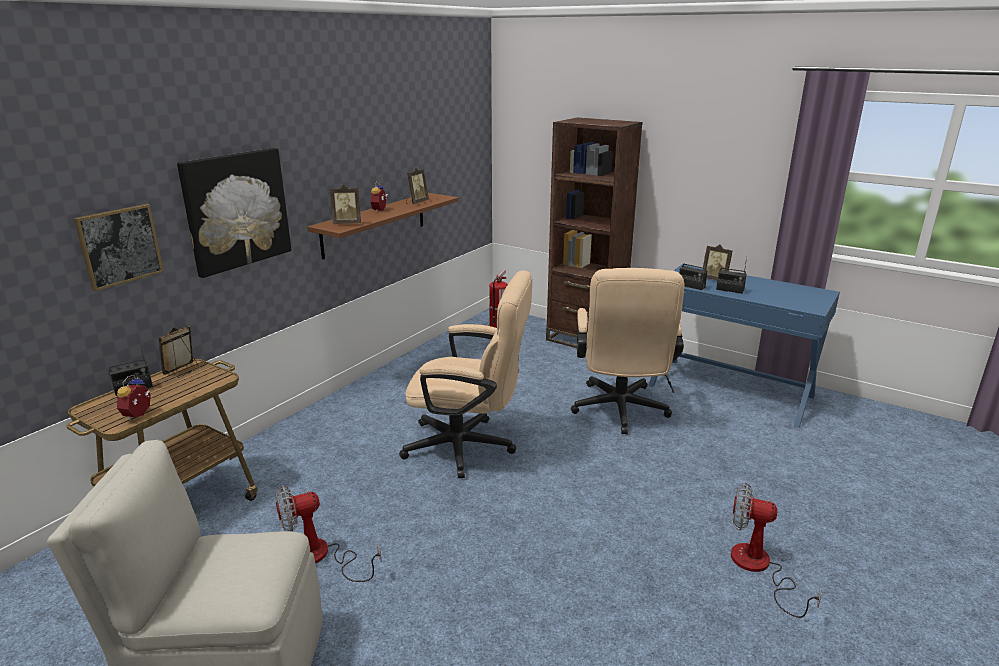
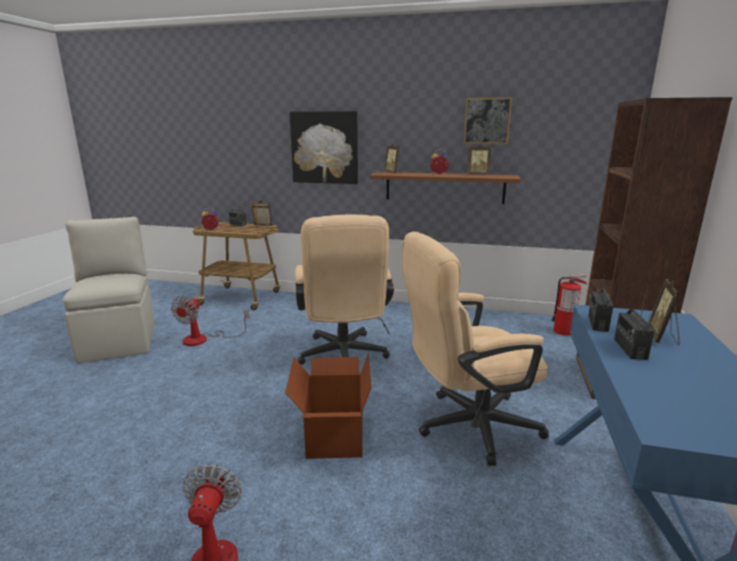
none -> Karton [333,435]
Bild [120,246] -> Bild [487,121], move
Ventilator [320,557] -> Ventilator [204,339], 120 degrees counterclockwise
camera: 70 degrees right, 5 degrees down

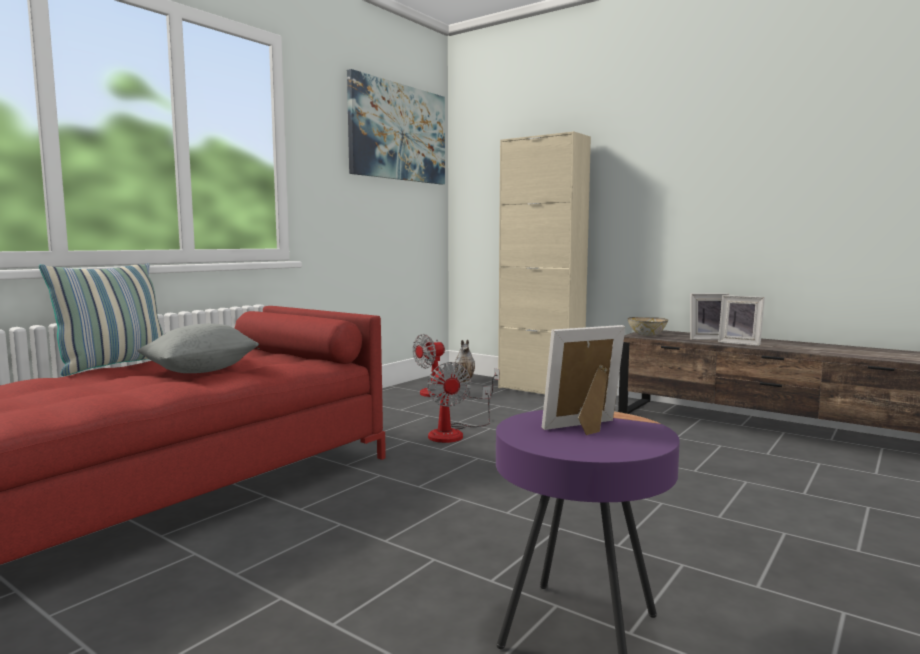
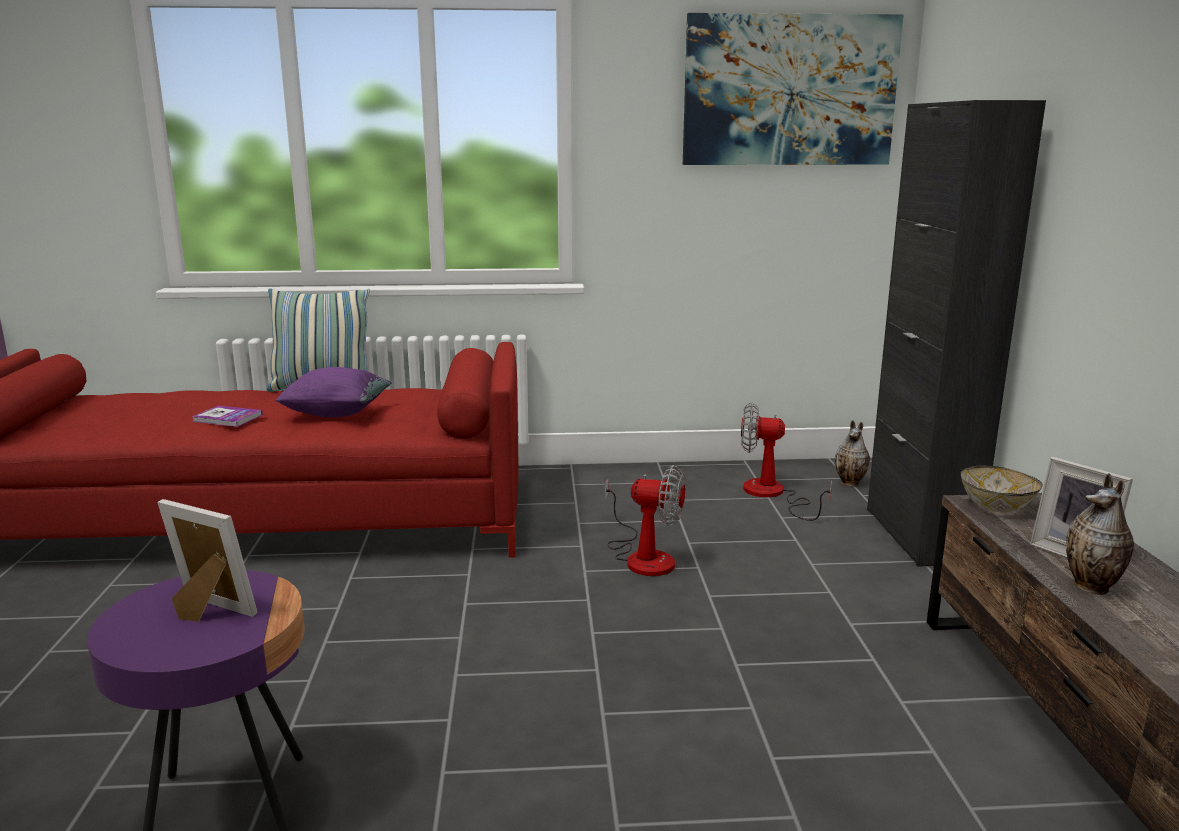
none -> Buch [228,418]
Bilderrahmen [740,343] -> Vase [1093,588]
Kissen (grau) [201,371] -> Kissen (lila) [336,413]
Schrank (beige) [540,390] -> Schrank (schwarz) [918,535]
Ventilator [453,433] -> Ventilator [643,556], 105 degrees counterclockwise
camera: 50 degrees right, 10 degrees up

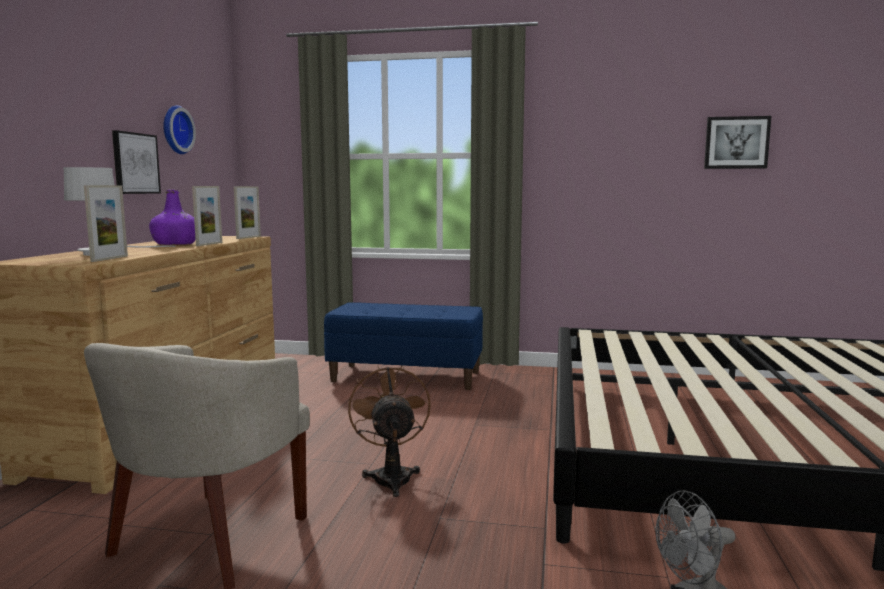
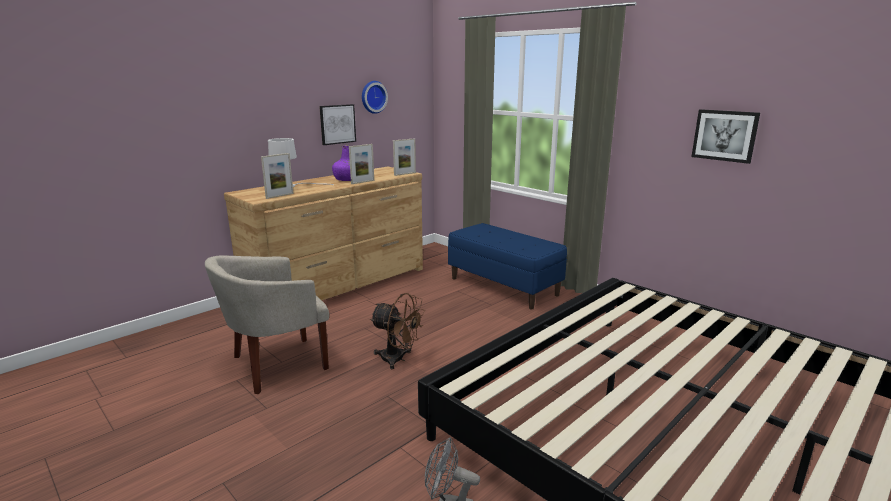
Bild [736,142] -> Bild [725,135], move
Ventilator (braun) [391,476] -> Ventilator (braun) [398,359], 90 degrees clockwise
camera: 35 degrees right, 10 degrees up

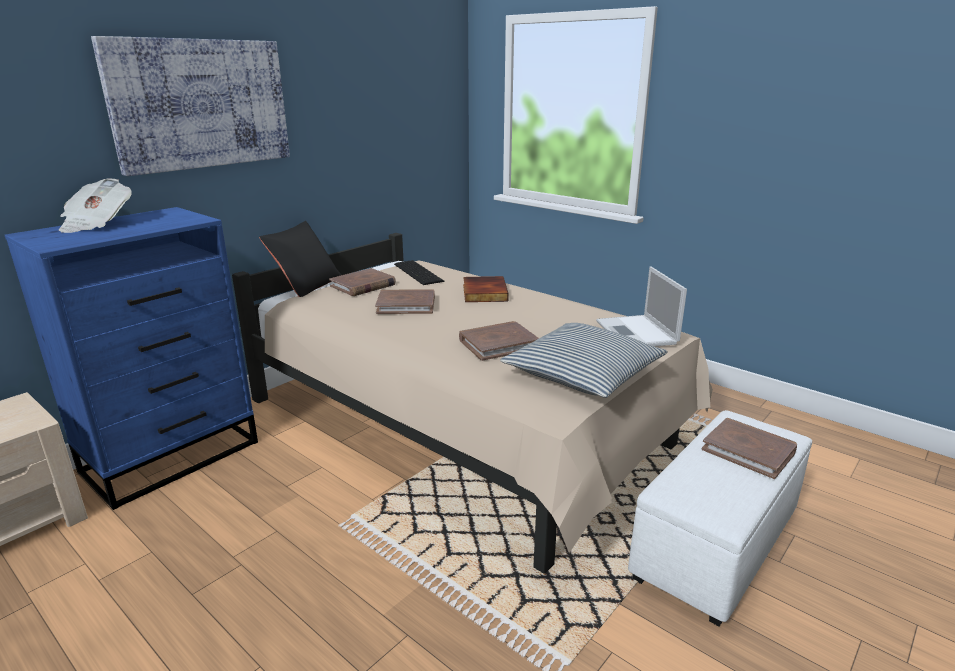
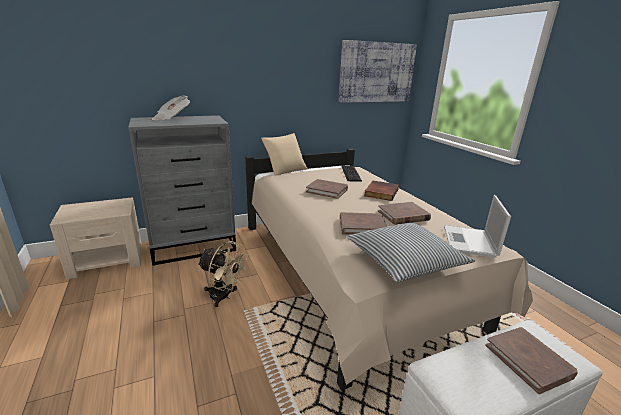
none -> Ventilator (beige) [224,297]
Bild [200,104] -> Bild [376,72], move
Buch (braun) [363,285] -> Buch (braun) [403,215], move
Kommode (blau) [173,456] -> Kommode (grau) [194,246]
Kissen (schwarz) [306,285] -> Kissen (beige) [285,170]
camera: 25 degrees right, 0 degrees up

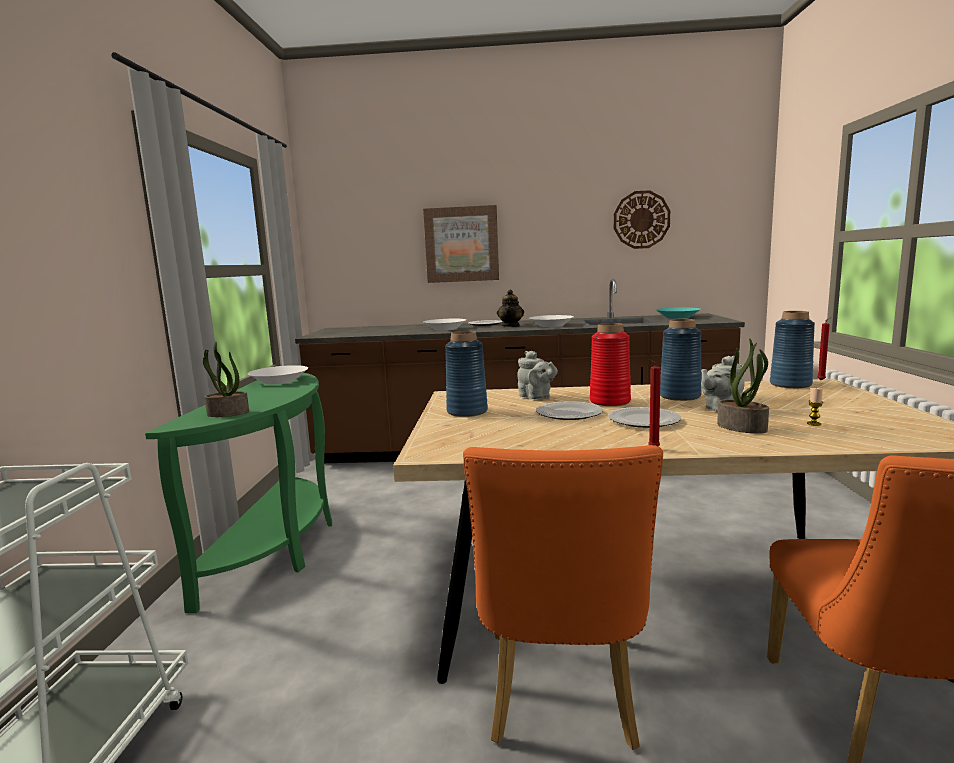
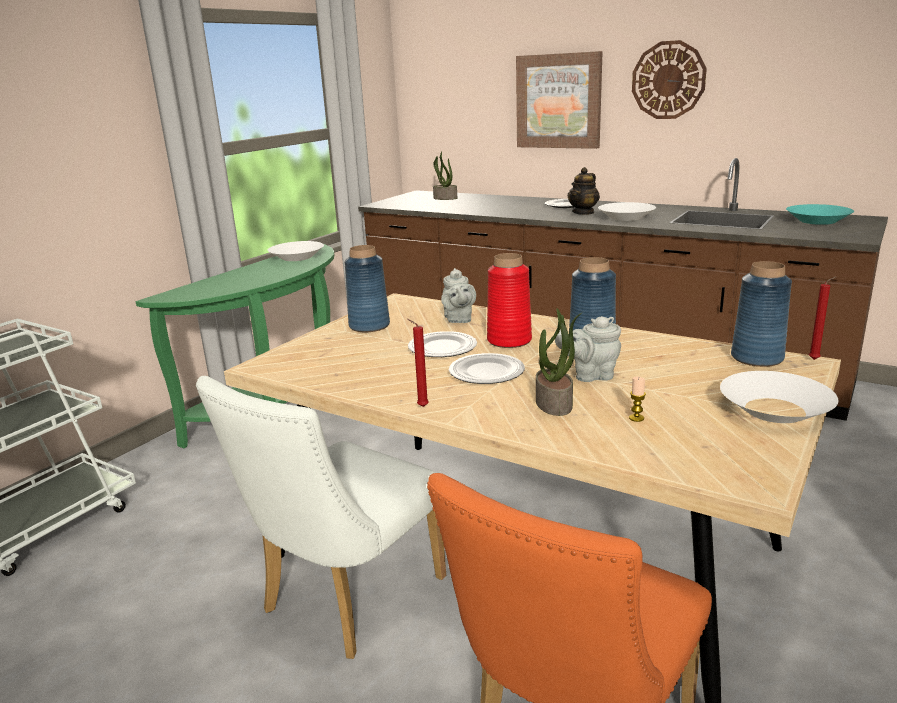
Topfpflanze [227,413] -> Topfpflanze [445,198], move
Schüssel (weiß) [444,329] -> Schüssel (weiß) [774,410], move
Wanduhr [641,220] -> Wanduhr [668,80], move
Stuhl (orange) [560,697] -> Stuhl (weiß) [345,601]
camera: 30 degrees right, 10 degrees up

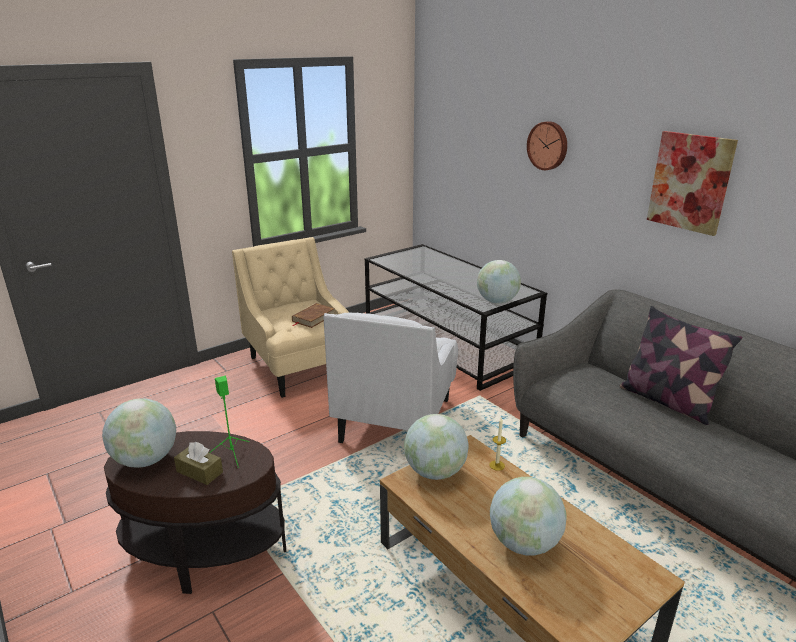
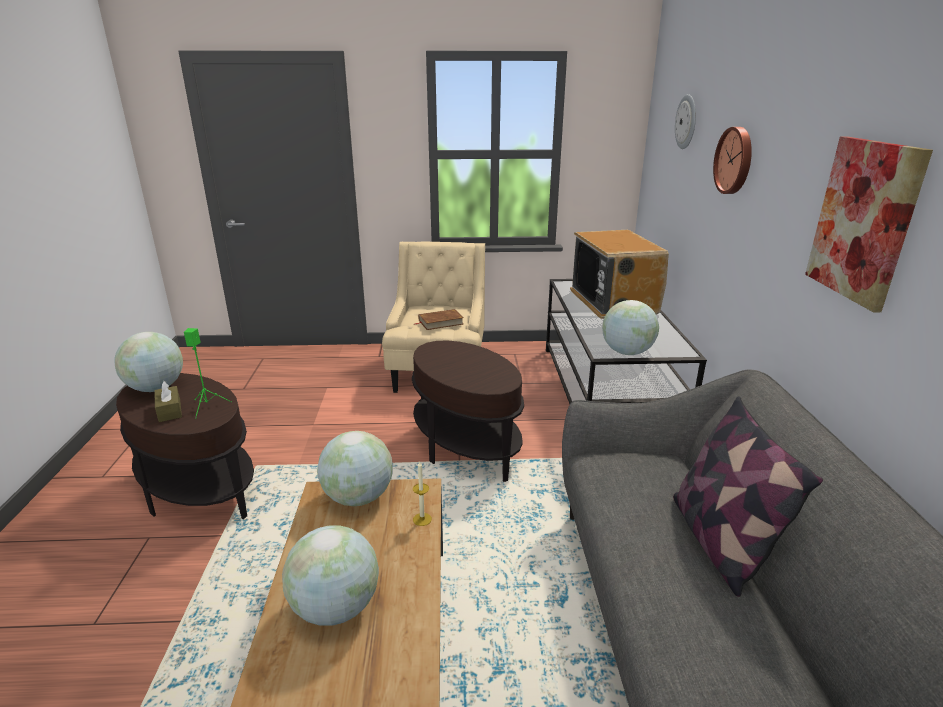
none -> Fernseher [613,301]
none -> Wanduhr [686,122]
Sessel (weiß) [396,419] -> Beistelltisch (braun) [465,448]
camera: 35 degrees right, 0 degrees up

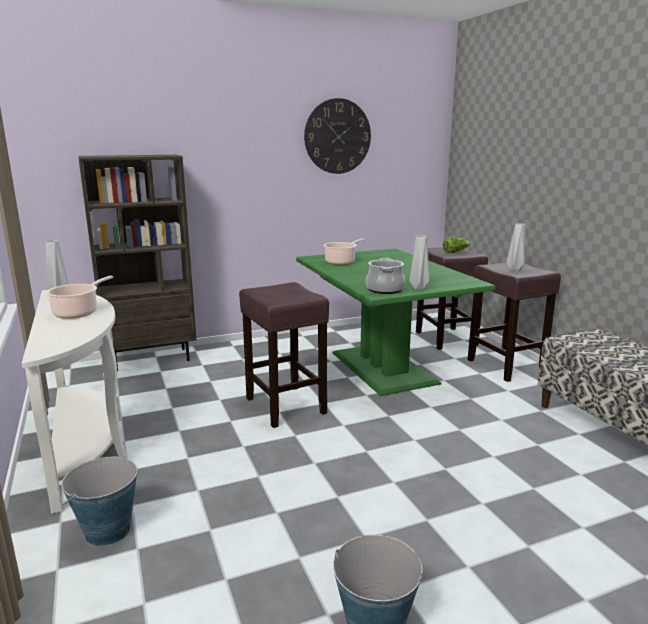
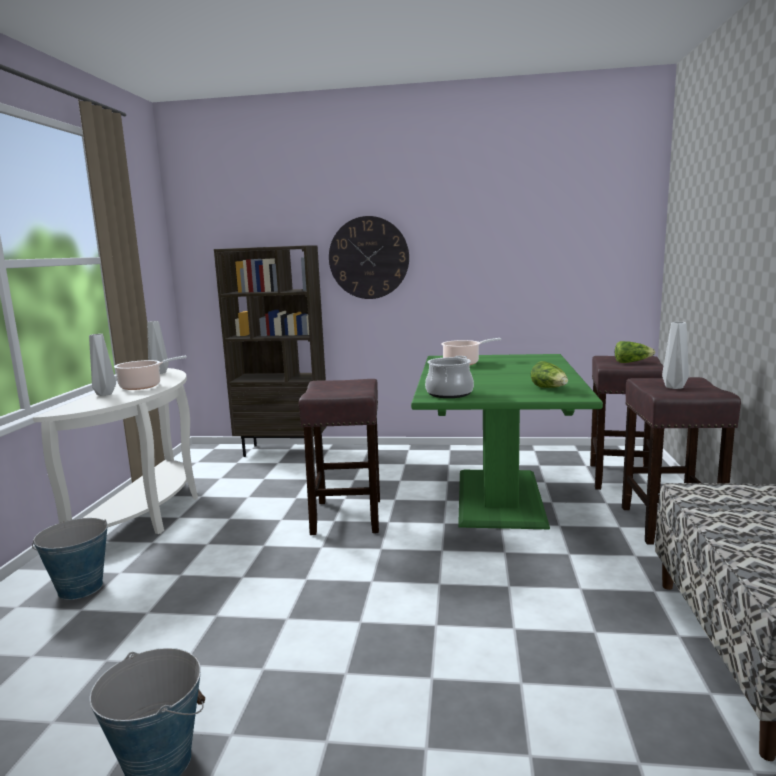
none -> Salatkopf [550,388]
Wanduhr [337,136] -> Wanduhr [368,258], move
Vase (grau) [417,288] -> Vase (grau) [104,394], move
camera: 30 degrees right, 5 degrees down

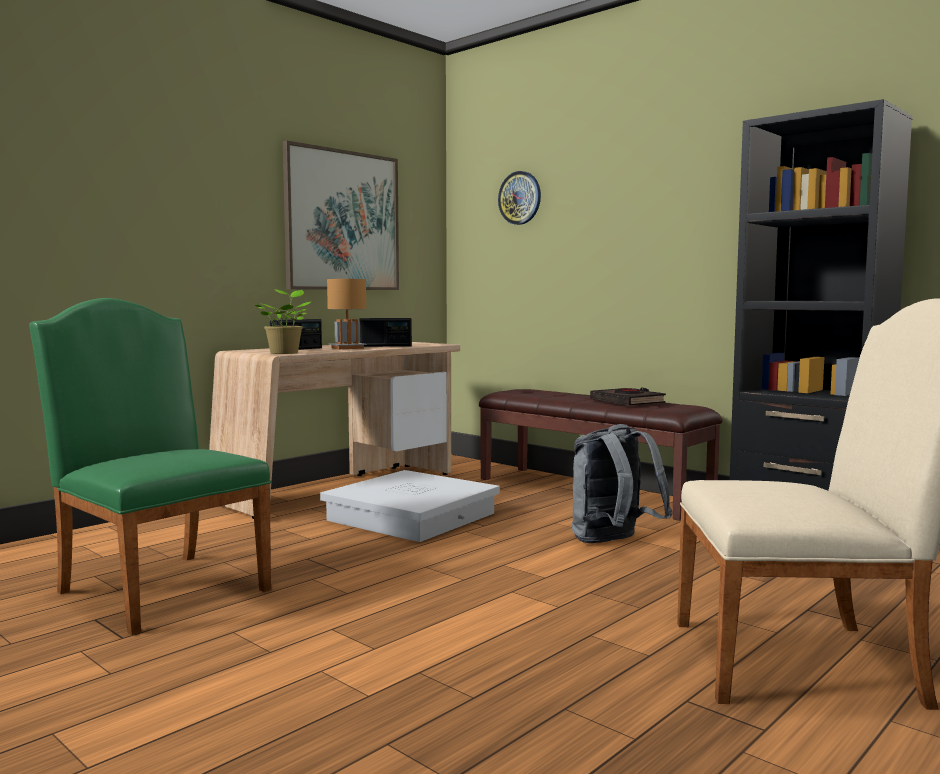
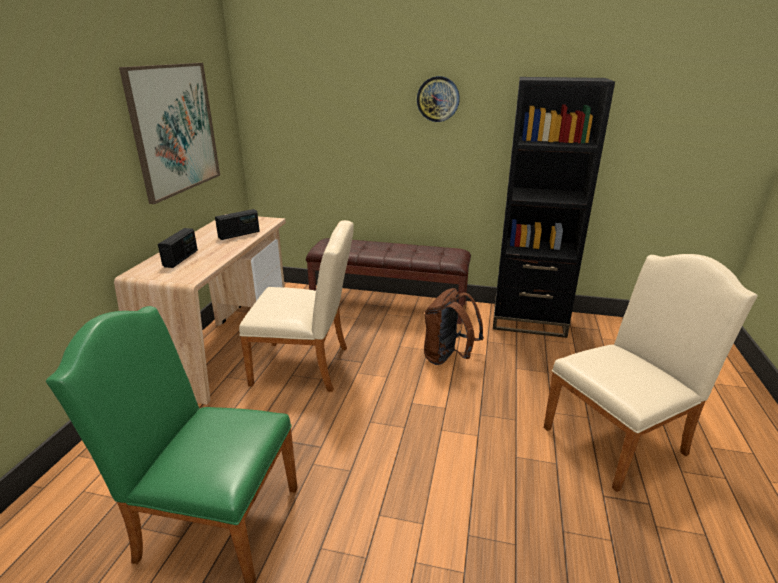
Topfpflanze [285,353] -> none
Tischlampe (braun) [347,348] -> none
Buch (schwarz) [627,402] -> none
Wanduhr [520,198] -> Wanduhr [438,99], move
Aufbewahrungsbox (weiß) [411,517] -> Stuhl (beige) [307,366]
Rucksack (grau) [613,542] -> Rucksack (braun) [448,358]
camera: 30 degrees left, 20 degrees up

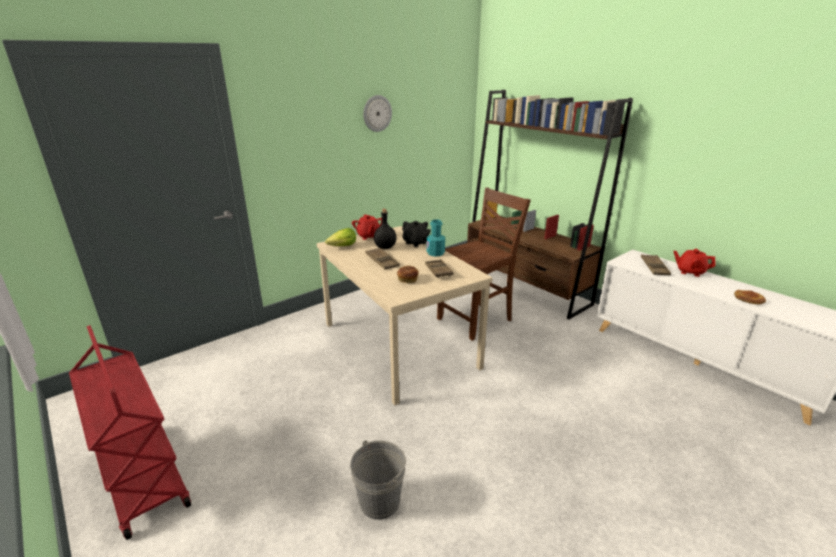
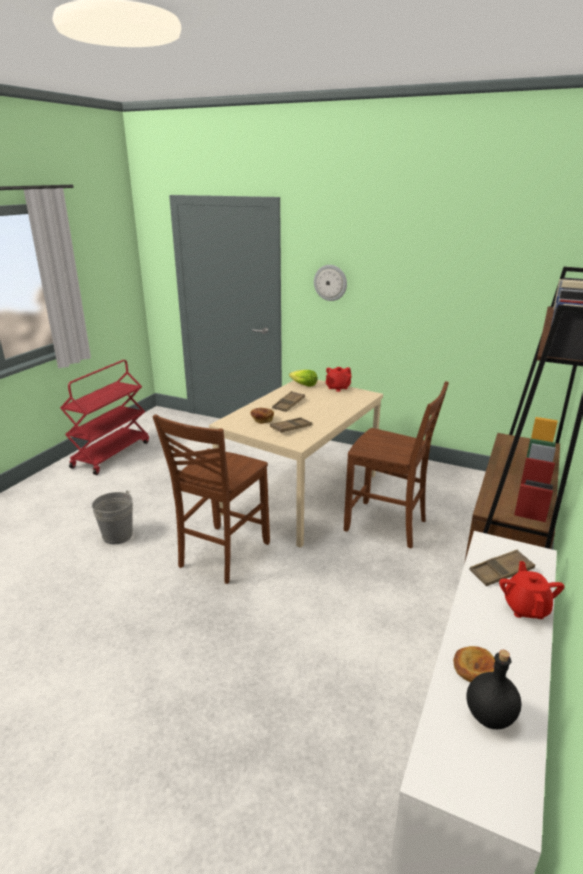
Teekanne (schwarz) [415,243] -> none
Flasche (türkis) [435,253] -> none
none -> Stuhl (braun) [221,555]
Wanduhr [377,113] -> Wanduhr [330,282], move
Flasche (schwarz) [385,247] -> Flasche (schwarz) [490,717], move
camera: 65 degrees right, 0 degrees up

